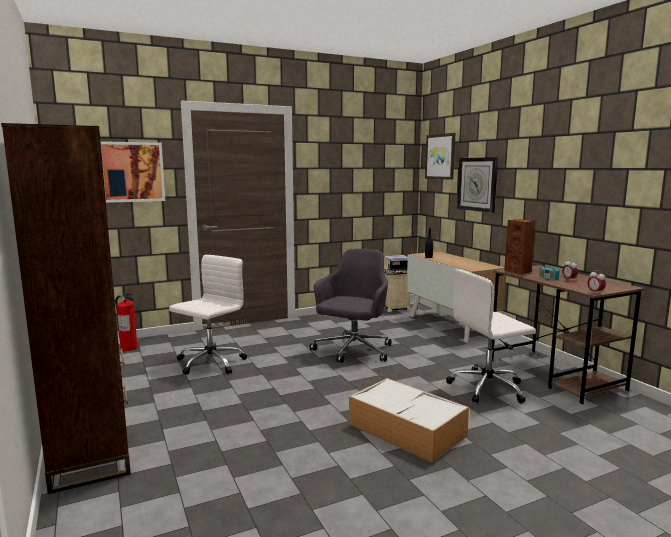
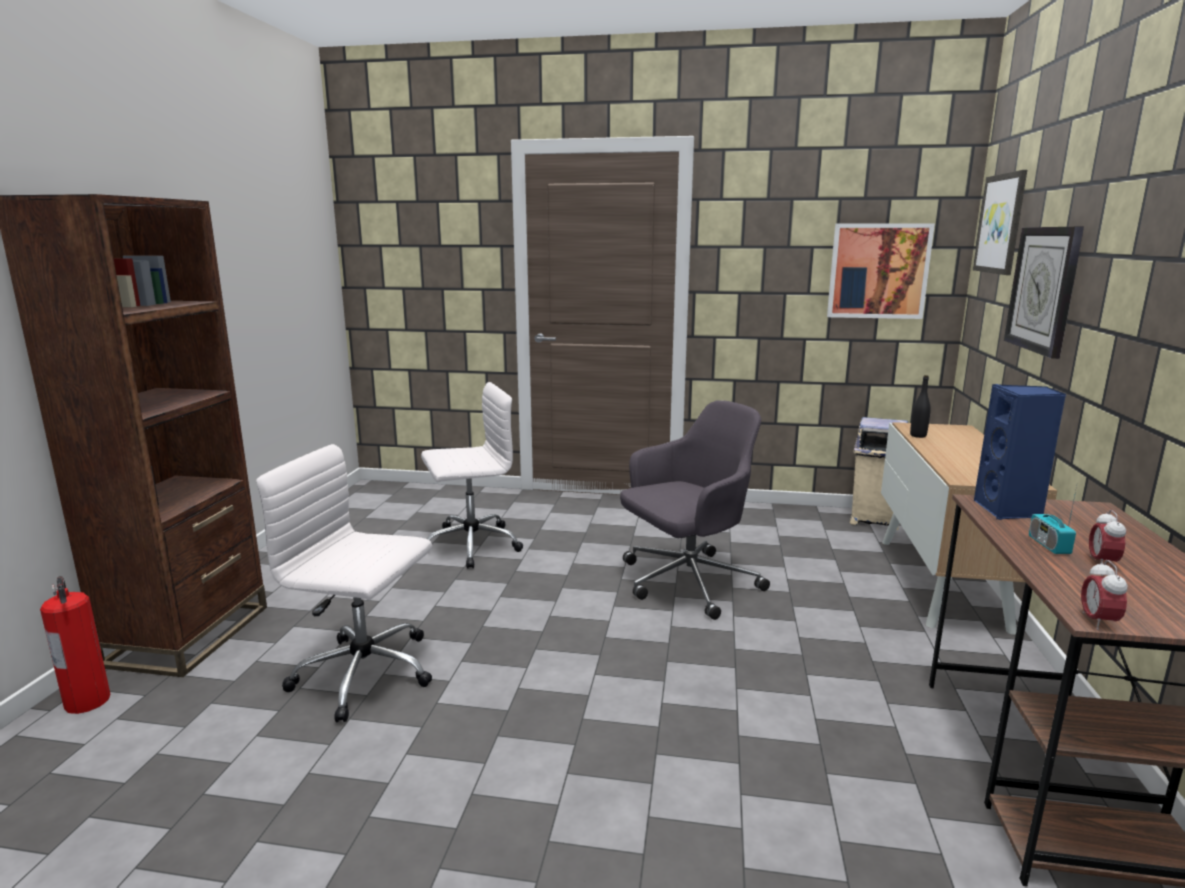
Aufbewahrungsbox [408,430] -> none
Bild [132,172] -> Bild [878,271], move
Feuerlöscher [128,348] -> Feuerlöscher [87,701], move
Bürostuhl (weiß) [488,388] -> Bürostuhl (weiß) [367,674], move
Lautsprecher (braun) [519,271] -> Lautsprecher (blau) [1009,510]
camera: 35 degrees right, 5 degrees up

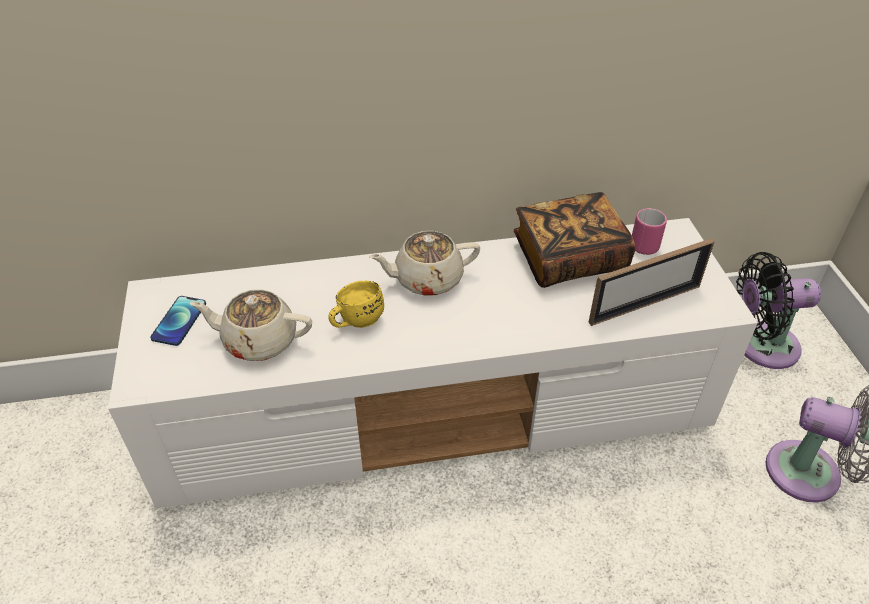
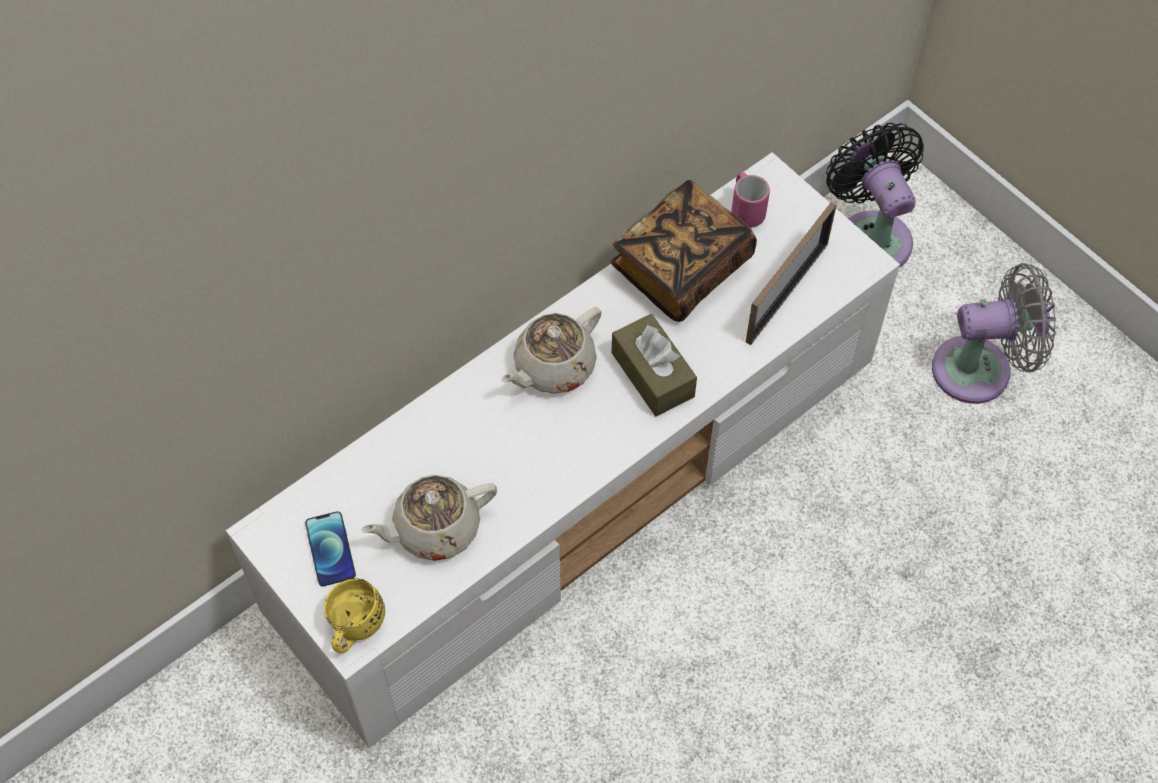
none -> Taschentuchbox (braun) [652,374]
Henkelbecher (gelb) [355,320] -> Henkelbecher (gelb) [353,627], move
Ventilator (schwarz) [760,346] -> Ventilator (schwarz) [871,235], 105 degrees clockwise
camera: 30 degrees left, 15 degrees up

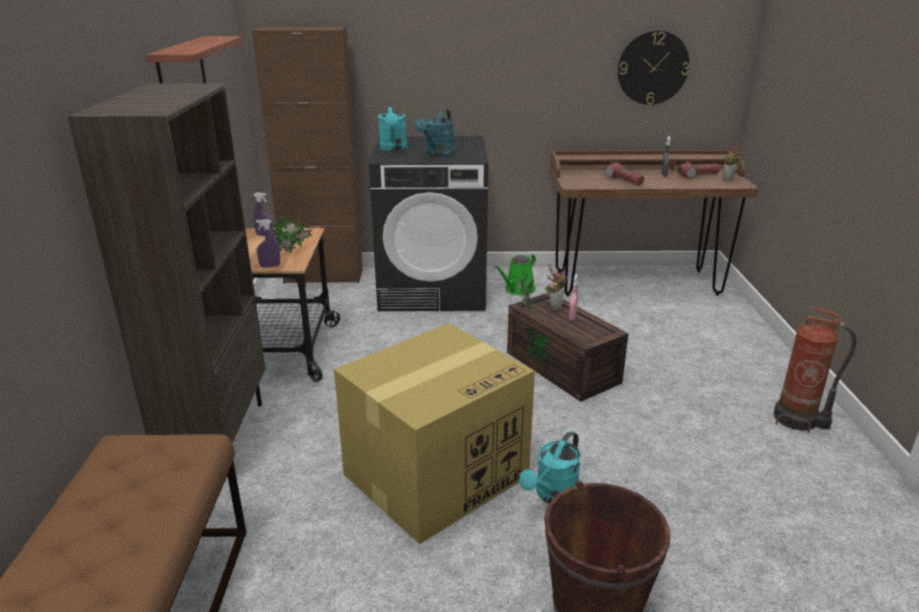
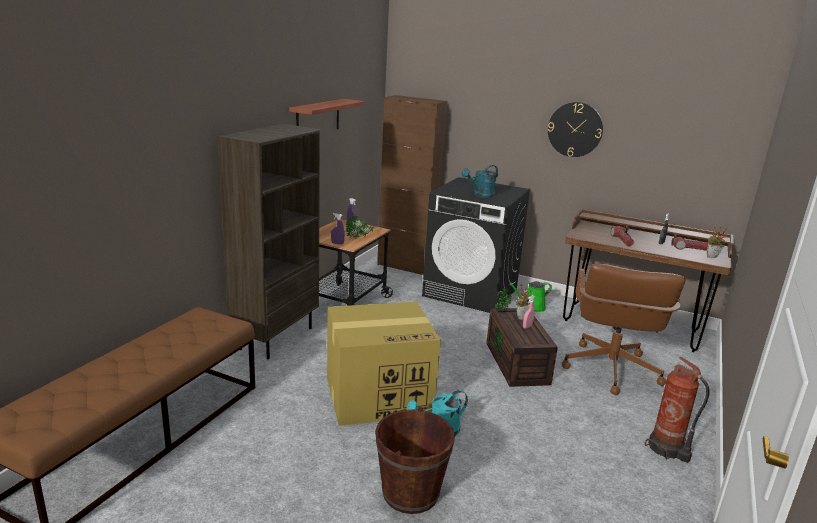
Gießkanne (türkis) [393,148] -> none
none -> Bürostuhl (braun) [609,369]
Wanduhr [652,68] -> Wanduhr [575,129], move
camera: 25 degrees right, 5 degrees down

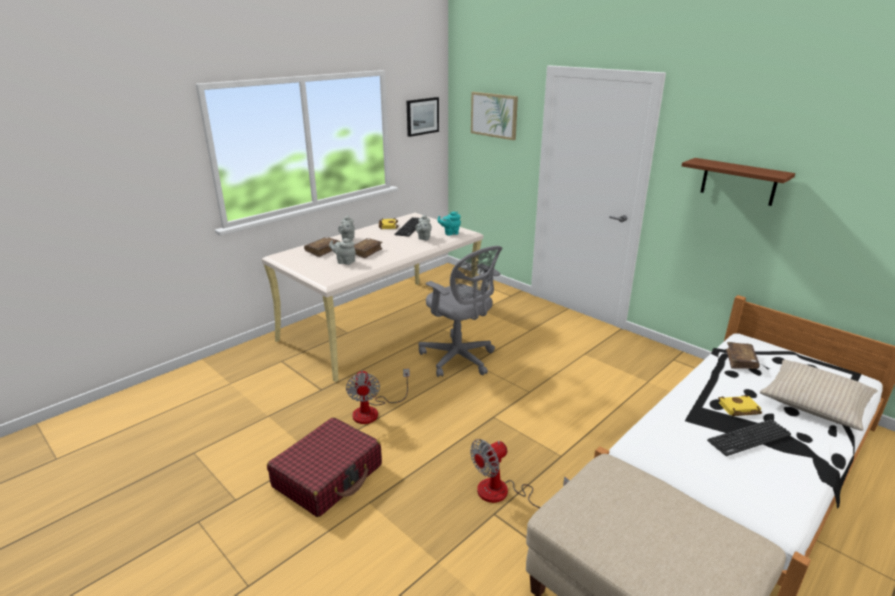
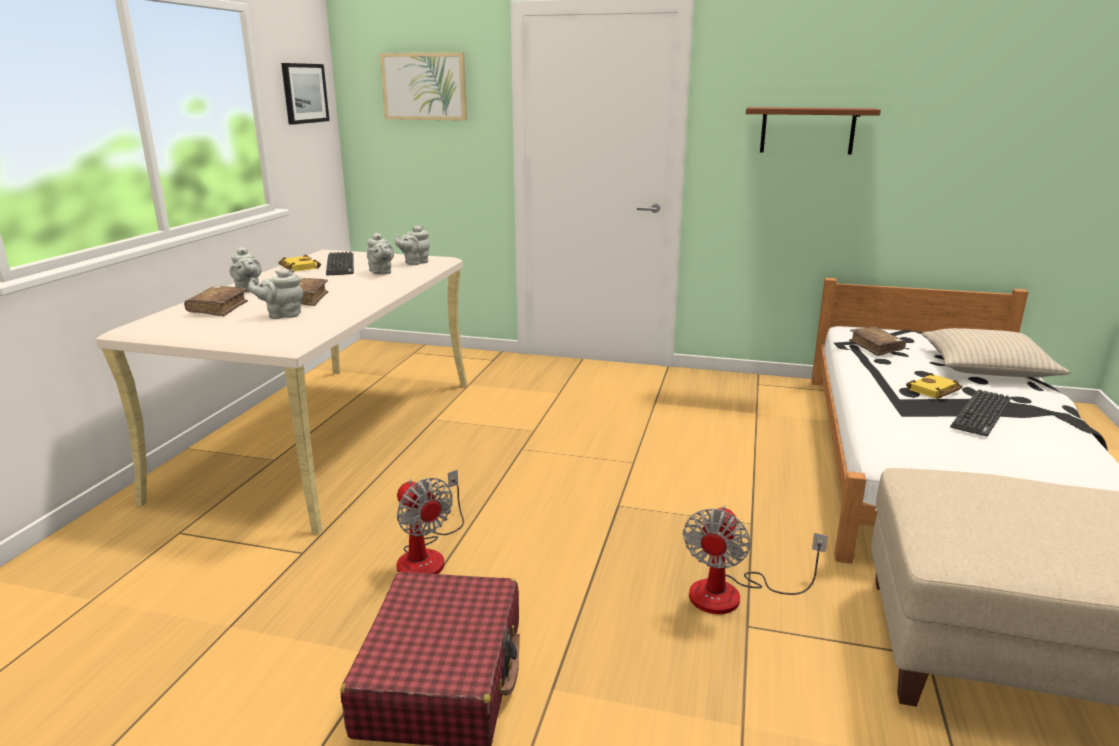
Bürostuhl (grau) [459,359] -> none
Teekanne (türkis) [450,233] -> Teekanne (grau) [414,263]
camera: 30 degrees left, 5 degrees down

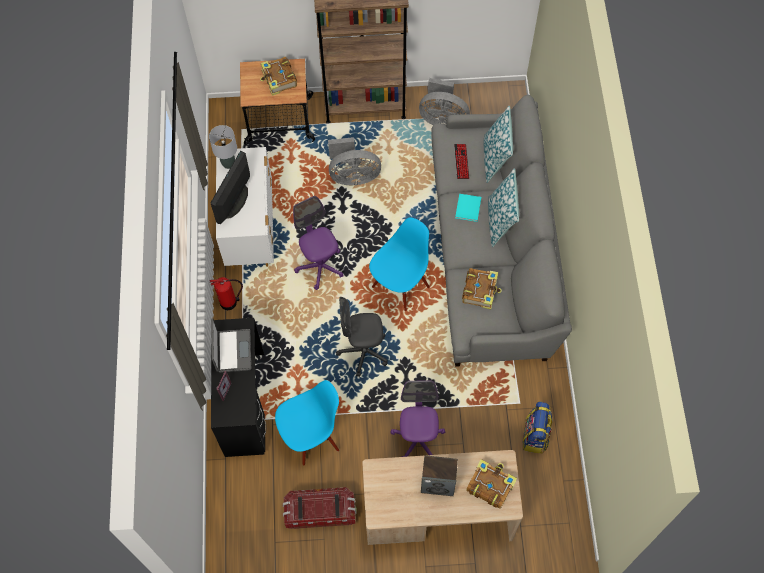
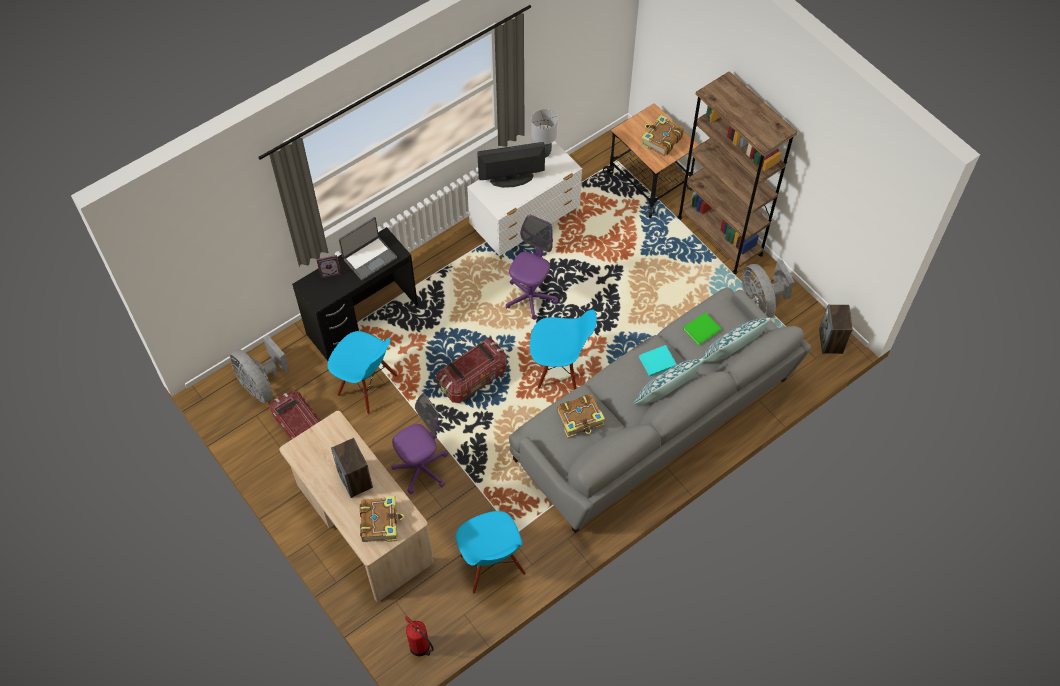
none -> Lautsprecher [831,341]
Feuerlöscher [229,302] -> Feuerlöscher [420,648], move
Ventilator (grau) [353,176] -> Ventilator (grau) [262,384], move
Bürostuhl (grau) [363,352] -> Aufbewahrungsbox [473,379]
Tastatur [461,162] -> Buch (grün) [702,329]
Rucksack [535,436] -> Stuhl (blau) [492,565]
camera: 55 degrees right, 5 degrees down

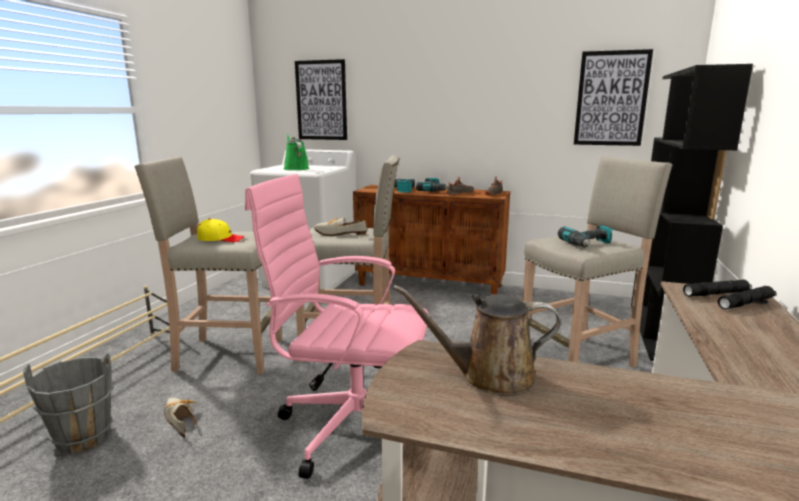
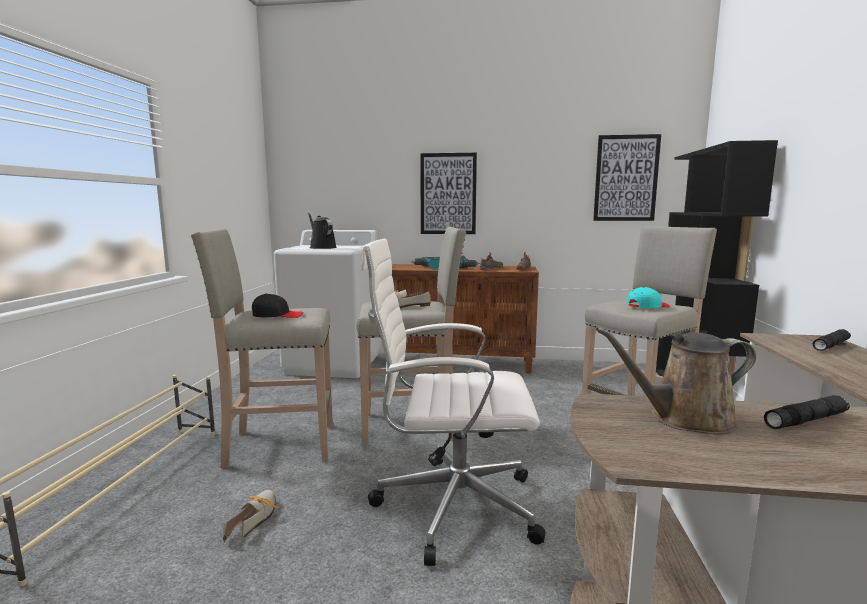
Eimer (grau) [83,437] -> none
Bild [321,100] -> Bild [448,194], move
Taschenlampe (schwarz) [716,294] -> Taschenlampe (schwarz) [806,420], move
Bohrmaschine [588,244] -> Kappe (türkis) [647,306]
Kappe (gelb) [220,239] -> Kappe (schwarz) [277,315]
Bürostuhl (rosa) [351,426] -> Bürostuhl (weiß) [451,505]
Gießkanne (grün) [295,168] -> Gießkanne (schwarz) [321,248]
Schuh [180,419] -> Schuh [255,518], 60 degrees clockwise
camera: 10 degrees left, 5 degrees down

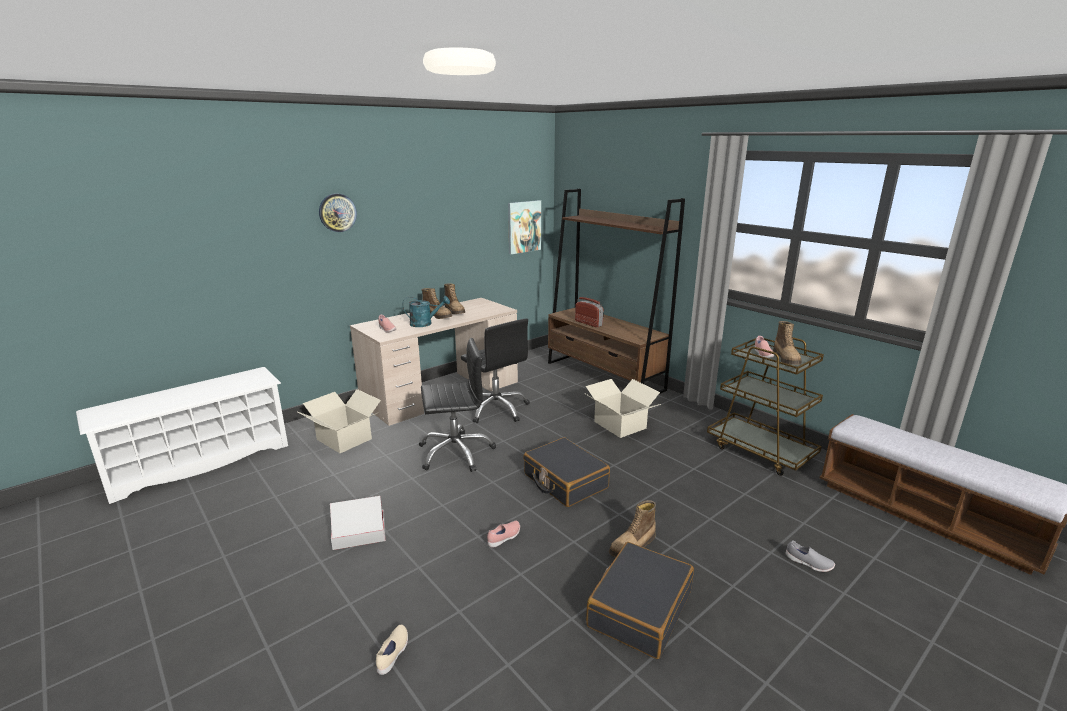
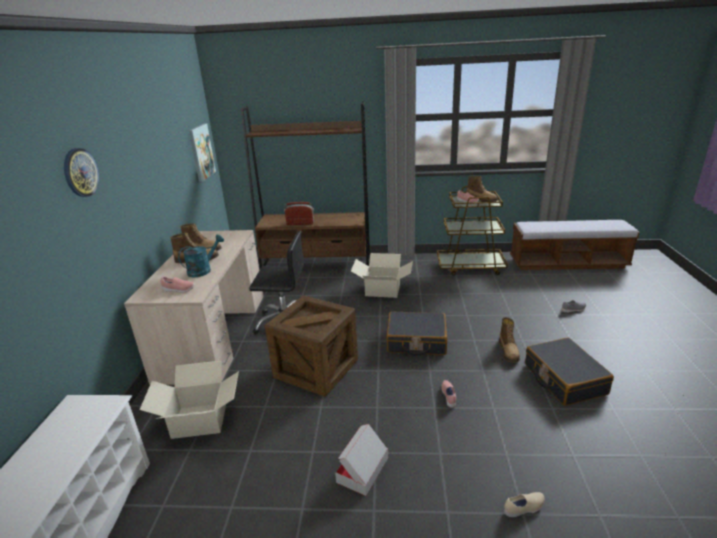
Bürostuhl (schwarz) [455,452] -> Kiste [316,369]
Schuh (beige) [393,654] -> Schuh (beige) [524,508], 105 degrees clockwise
camera: 45 degrees left, 5 degrees up

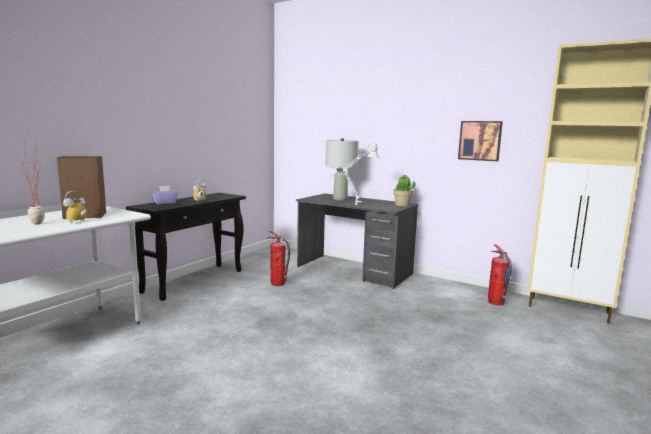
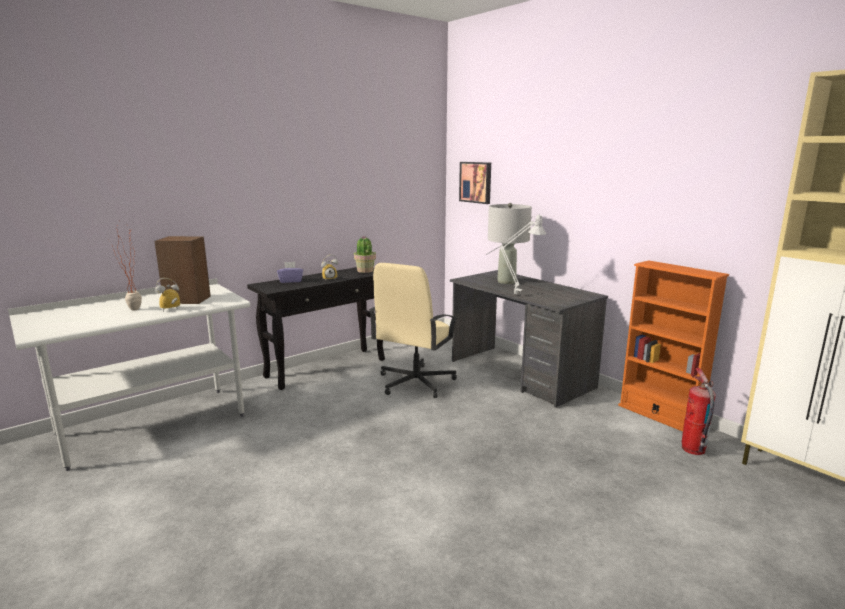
none -> Bücherregal (orange) [659,415]
Topfpflanze [402,205] -> Topfpflanze [365,271], move
Bild [480,140] -> Bild [476,182], move
Feuerlöscher [277,283] -> Bürostuhl (beige) [415,382]
camera: 20 degrees right, 5 degrees up

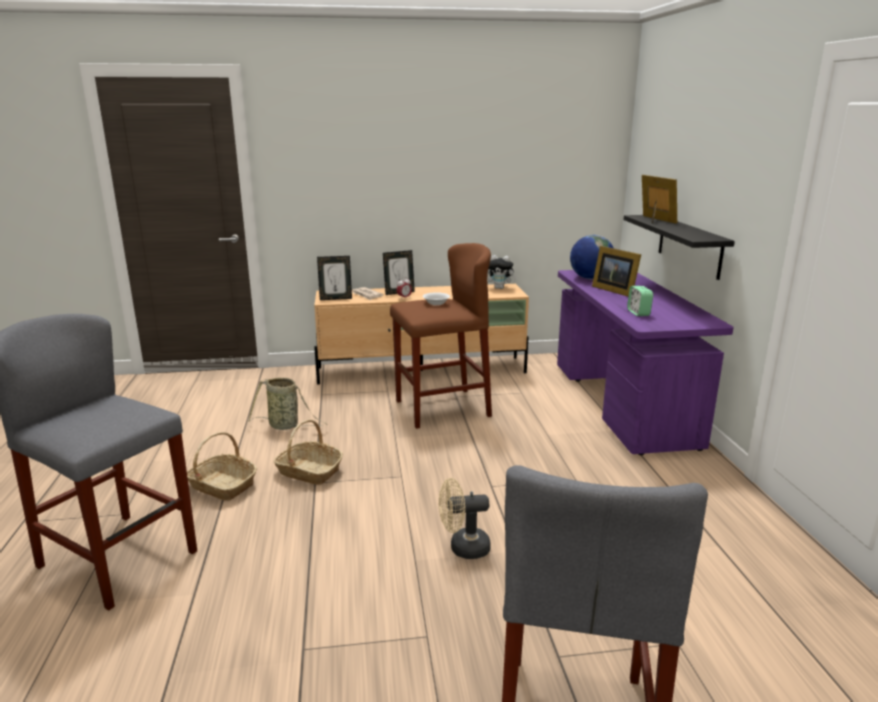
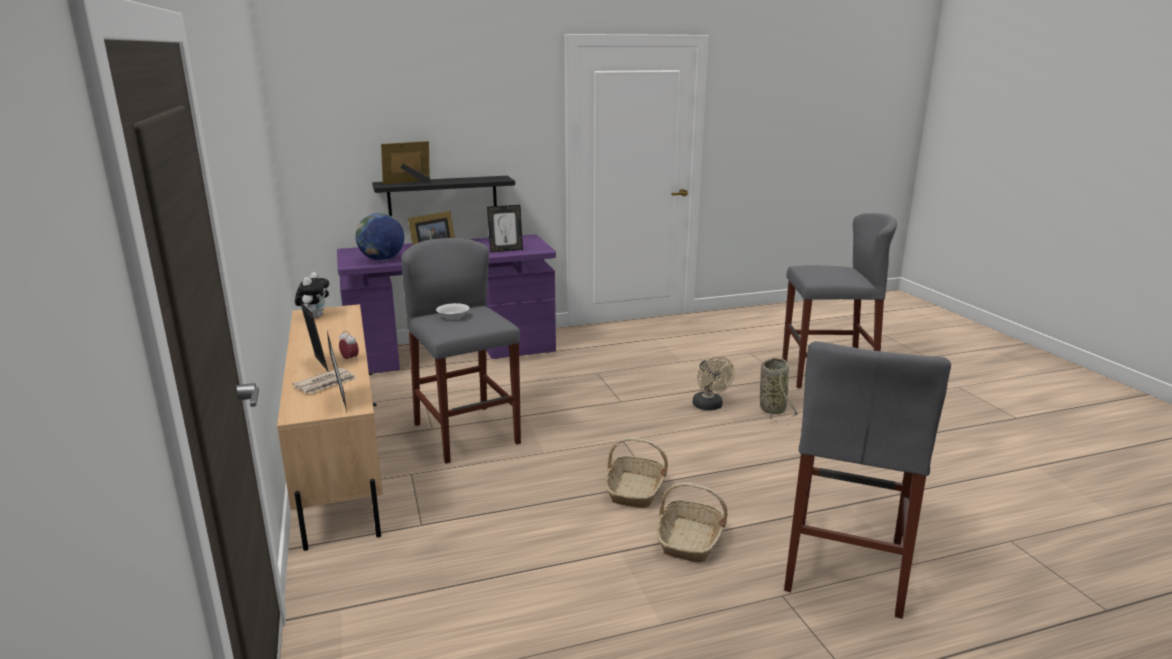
Korb [286,426] -> Korb [772,408], move
Wecker [638,313] -> Bilderrahmen [506,250]
Hocker (braun) [442,408] -> Hocker (grau) [466,433]
camera: 100 degrees left, 0 degrees up

